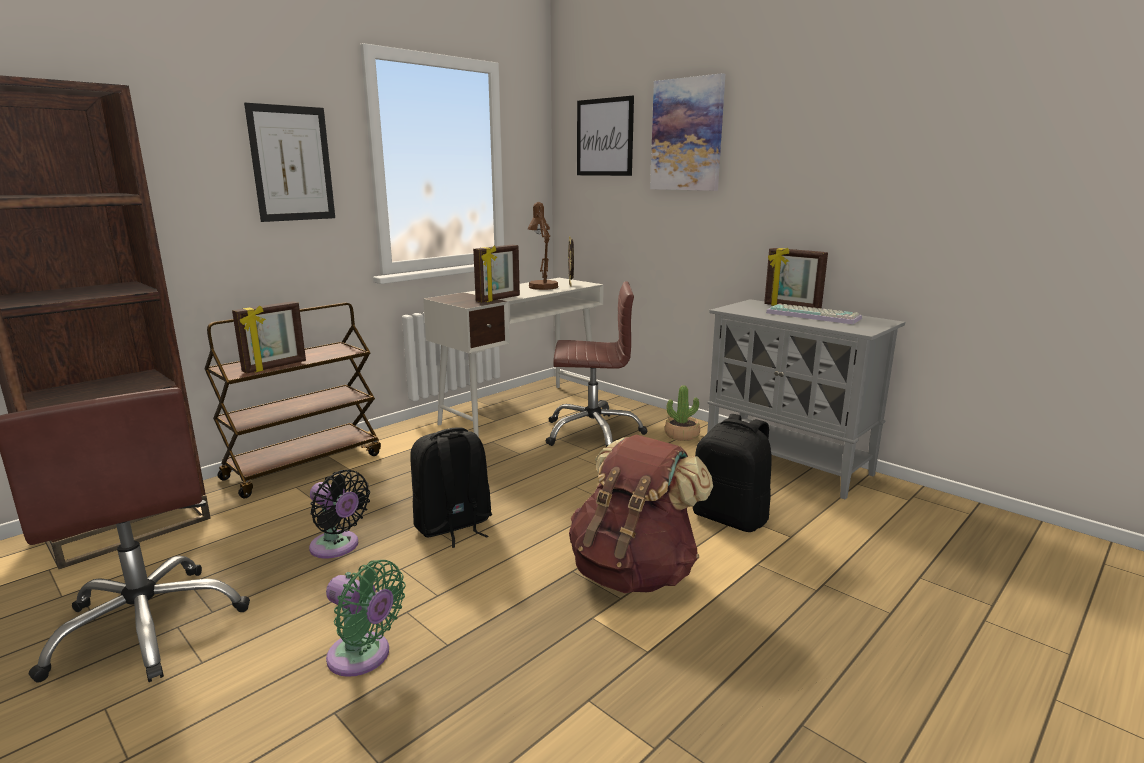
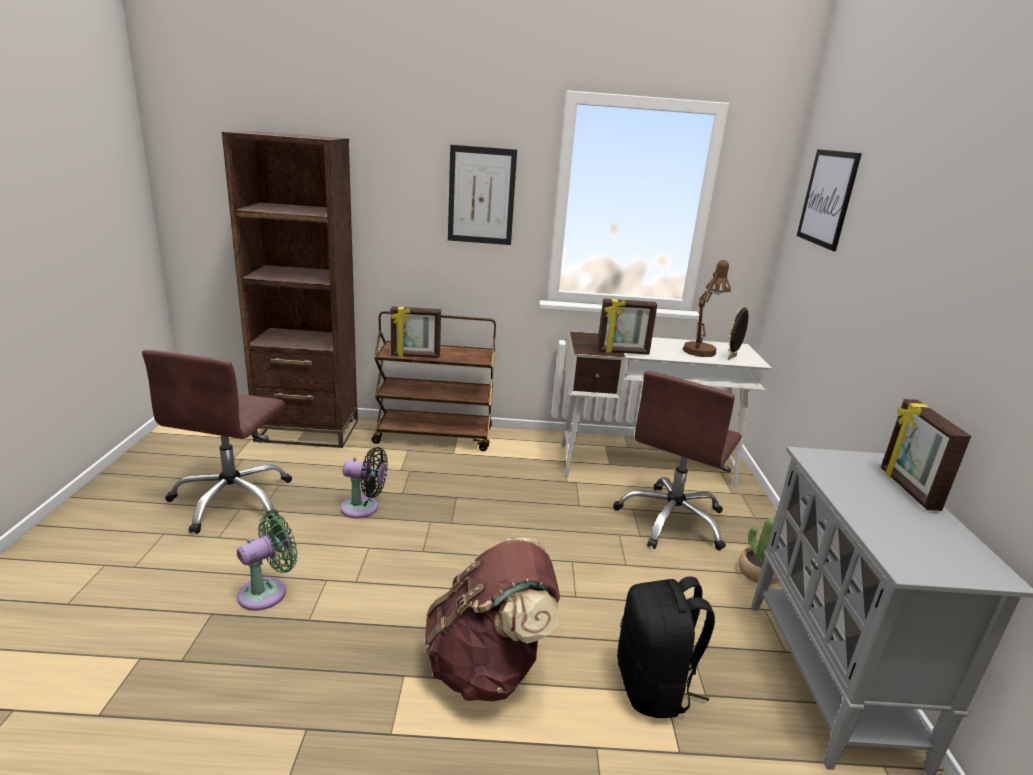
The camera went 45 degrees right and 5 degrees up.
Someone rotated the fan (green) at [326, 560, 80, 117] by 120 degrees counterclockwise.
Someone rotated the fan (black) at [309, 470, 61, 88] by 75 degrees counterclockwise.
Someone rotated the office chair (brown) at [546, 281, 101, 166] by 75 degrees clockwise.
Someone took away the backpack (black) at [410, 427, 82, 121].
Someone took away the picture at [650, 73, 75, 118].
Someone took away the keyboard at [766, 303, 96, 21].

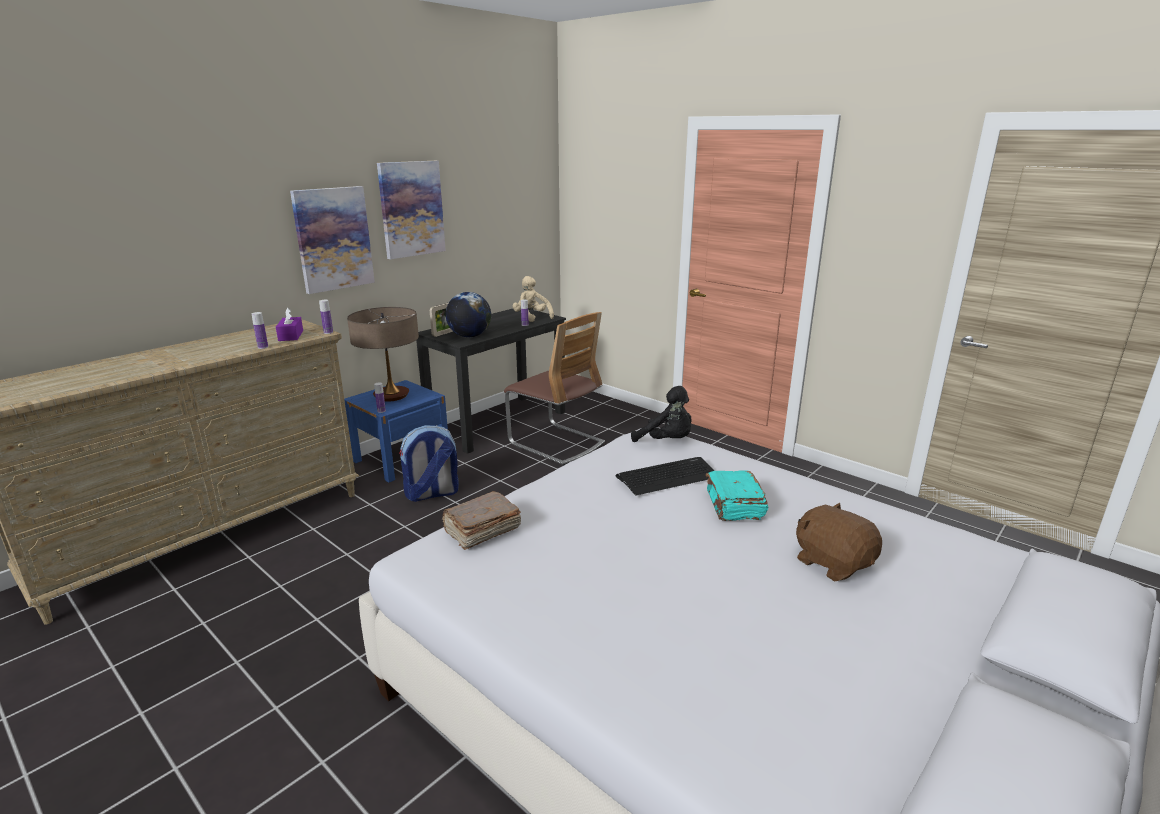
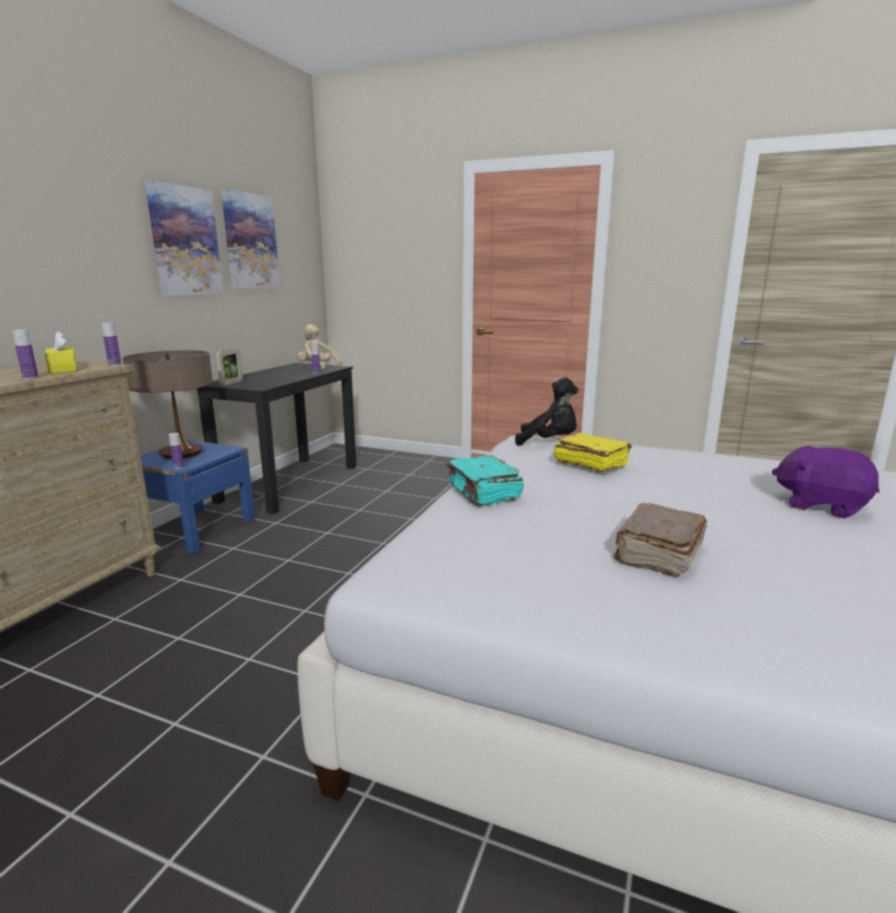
The camera went 20 degrees left and 5 degrees down.
Someone repainted the tissue box (purple) at [276, 307, 27, 34], which became the tissue box (yellow) at [45, 331, 32, 42].
Someone carried the picture from [290, 186, 85, 108] to [221, 189, 59, 100].
Someone carried the book (turquoise) from [706, 470, 62, 51] to [446, 455, 78, 52].
Someone swapped the keyboard at [615, 457, 100, 39] for the book (yellow) at [554, 433, 78, 39].
Someone carried the book (brown) from [442, 491, 79, 59] to [614, 503, 93, 75].
Someone repainted the plush toy (brown) at [796, 503, 86, 79], which became the plush toy (purple) at [772, 445, 108, 73].
Someone took away the backpack at [399, 425, 60, 77].
Someone took away the globe at [446, 292, 45, 45].
Someone took away the chair at [504, 312, 101, 154].

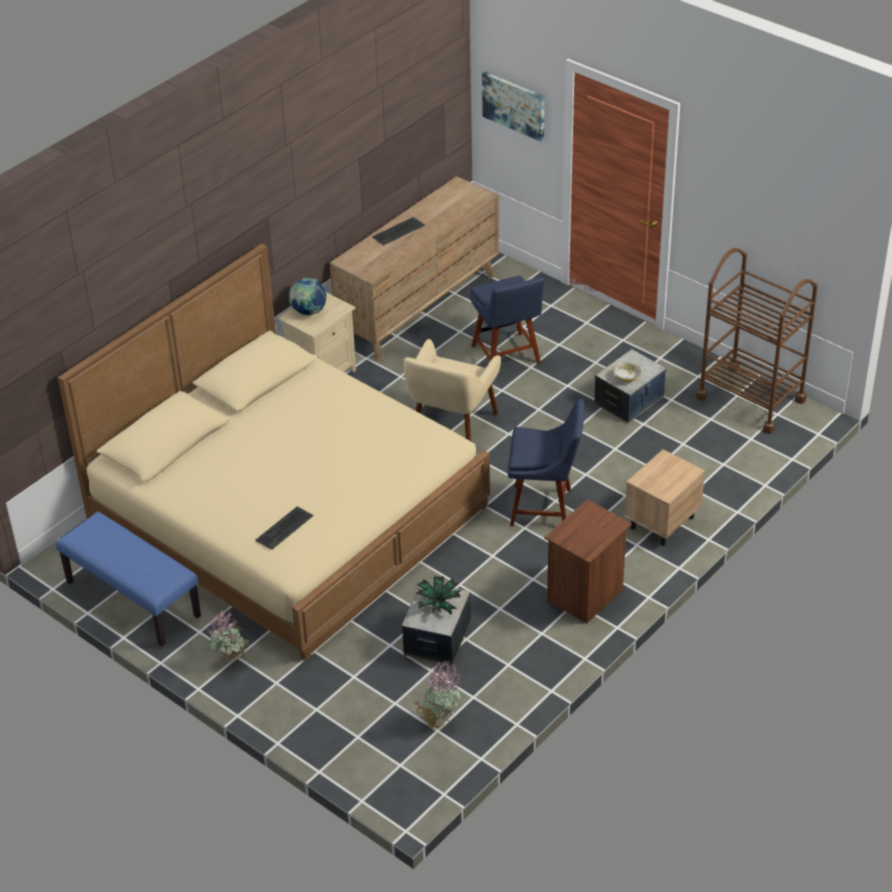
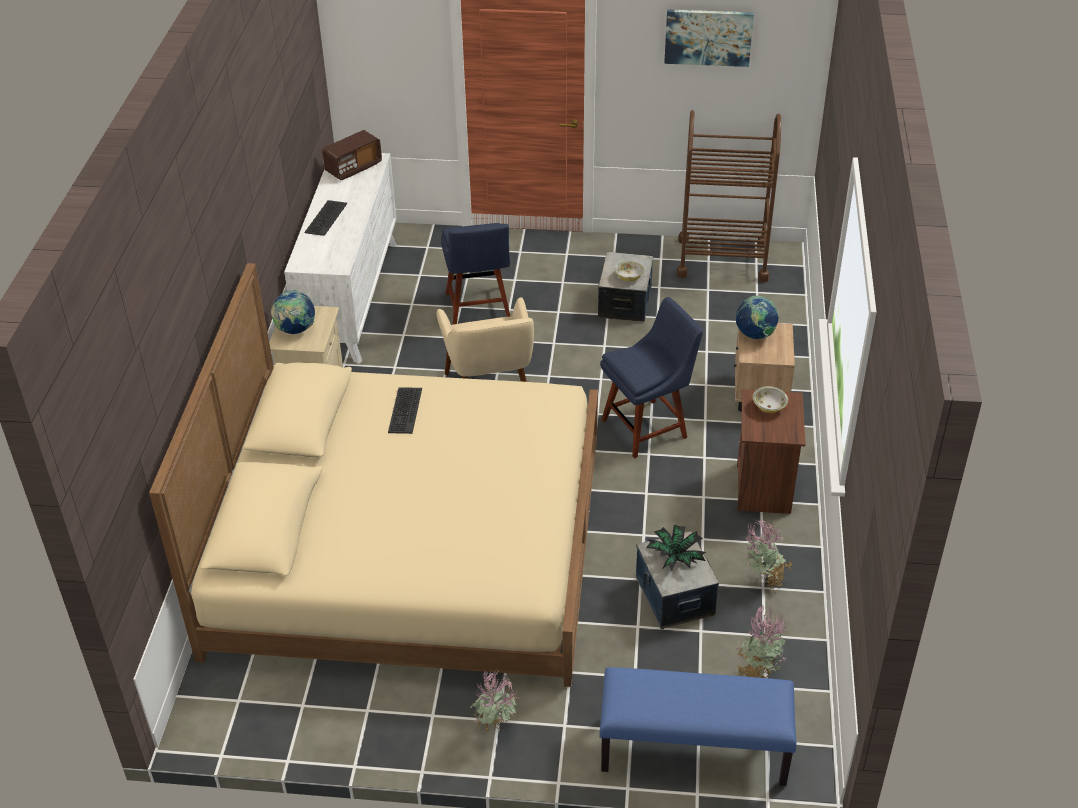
The camera went 35 degrees left and 0 degrees up.
Someone repainted the dresser (brown) at [330, 176, 169, 186], which became the dresser (white) at [284, 153, 113, 211].
Someone put down the radio at [322, 130, 60, 50].
Someone carried the keyboard from [255, 506, 59, 44] to [388, 387, 34, 47].
Someone rotated the chair (blue) at [470, 276, 75, 88] by 45 degrees clockwise.
Someone carried the bench (blue) from [56, 512, 145, 134] to [599, 667, 198, 119].
Someone carried the picture from [482, 72, 62, 70] to [664, 9, 90, 58].
Someone put down the globe at [736, 296, 43, 44].
Someone put down the potted plant at [744, 519, 49, 73].
Someone put down the bowl at [753, 386, 35, 27].

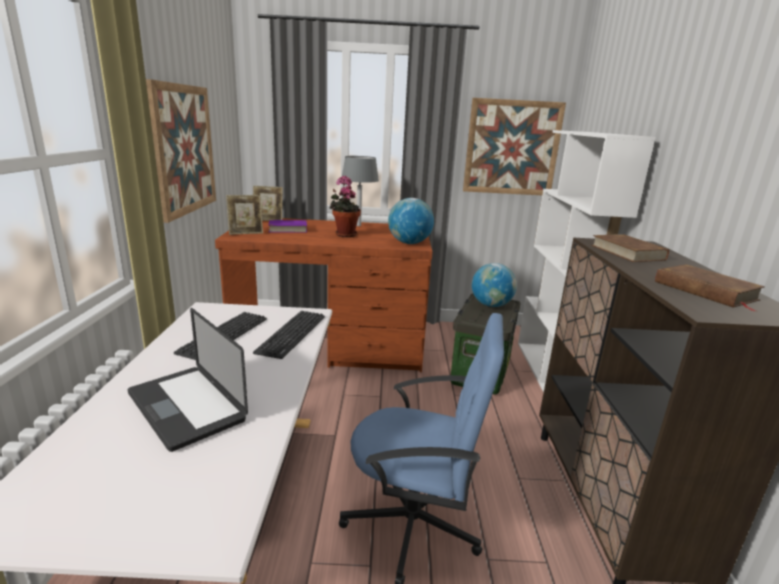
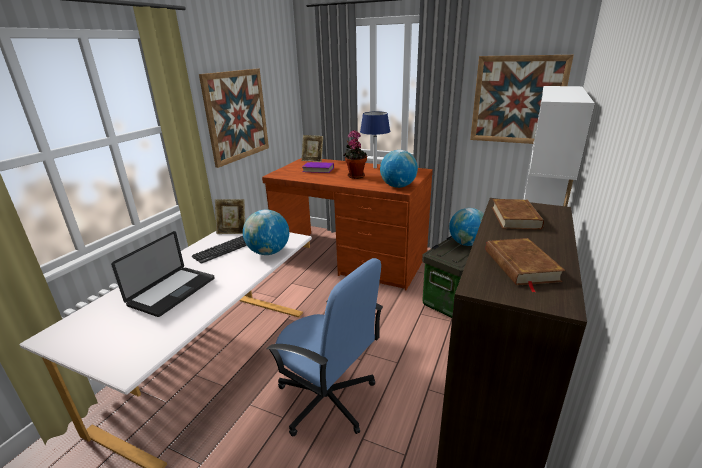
The camera went 25 degrees right and 5 degrees up.
Someone rotated the laptop at [127, 308, 121, 144] by 135 degrees counterclockwise.
Someone carried the picture frame from [226, 195, 37, 40] to [215, 199, 30, 35].
Someone swapped the keyboard at [253, 311, 72, 48] for the globe at [243, 210, 46, 45].
Someone repainted the table lamp (grey) at [342, 156, 37, 70], which became the table lamp (blue) at [360, 111, 30, 57].

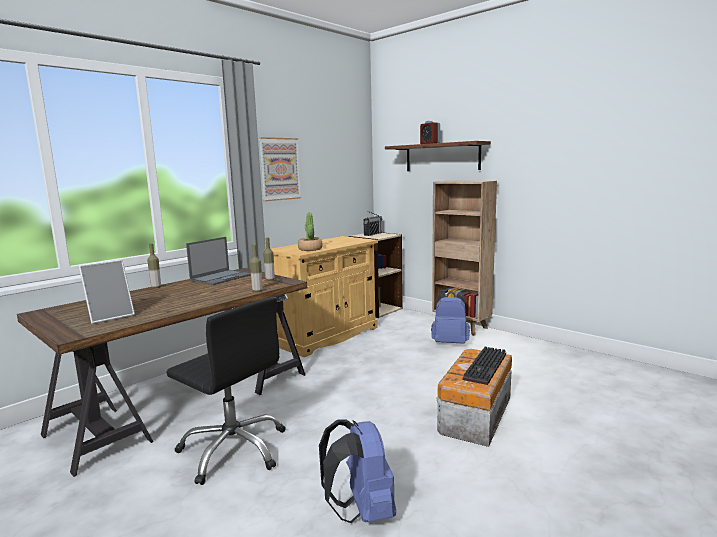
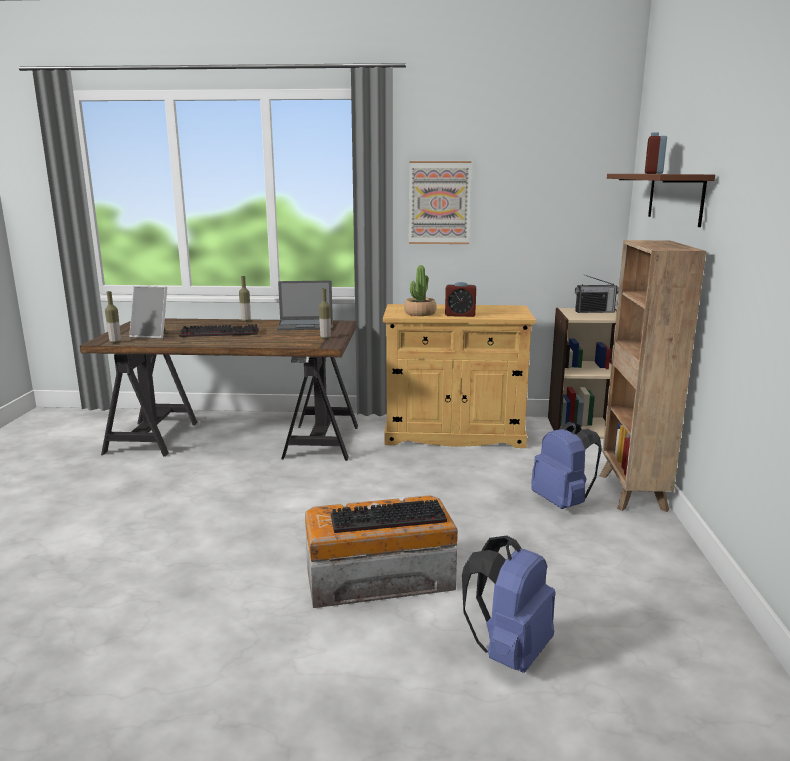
The camera went 50 degrees right and 5 degrees up.
Someone carried the bottle from [250, 245, 12, 47] to [105, 291, 16, 52].
Someone put down the keyboard at [179, 324, 80, 13].
Someone put down the alarm clock at [445, 282, 31, 35].
Someone carried the backpack (blue) from [319, 419, 77, 104] to [462, 536, 93, 137].
Someone took away the office chair (black) at [166, 297, 119, 188].

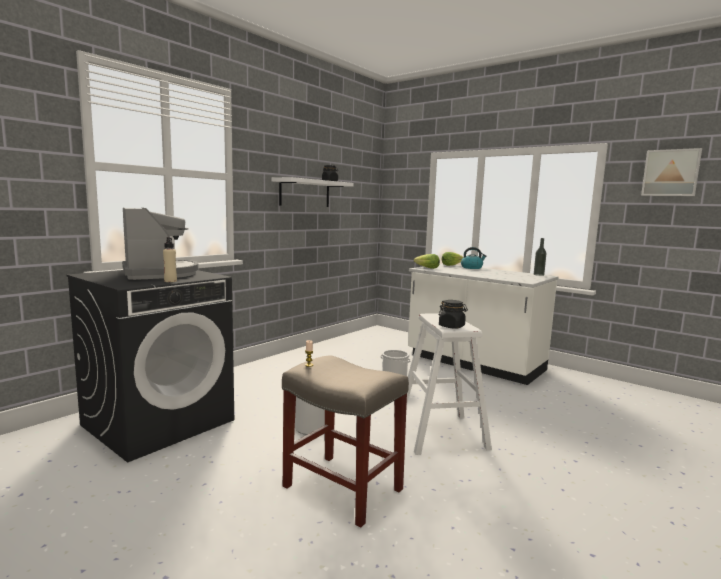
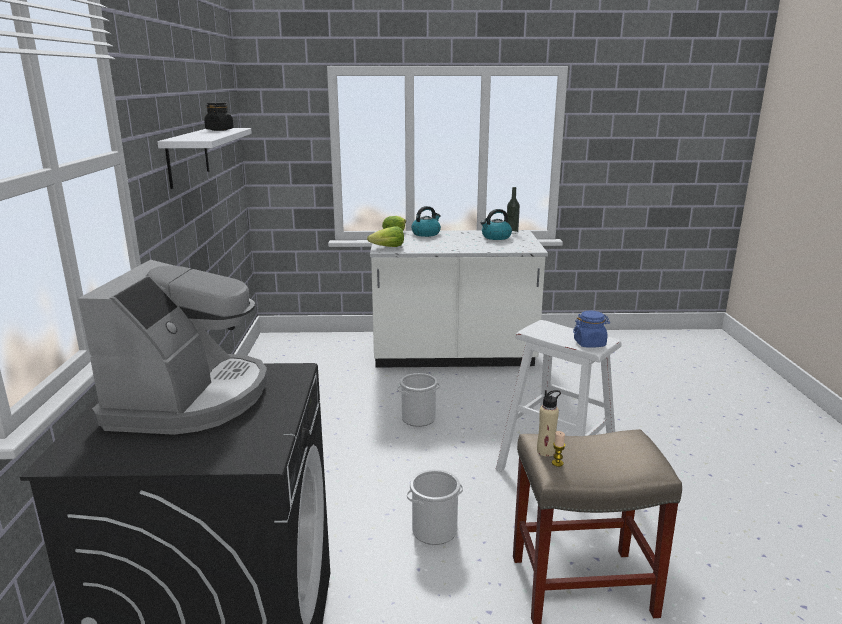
The camera went 40 degrees left and 10 degrees up.
Someone rotated the coffee machine at [122, 208, 77, 72] by 75 degrees clockwise.
Someone put down the kettle at [481, 209, 31, 31].
Someone carried the bottle (beige) from [163, 237, 14, 45] to [537, 390, 24, 67].
Someone repainted the jar (black) at [438, 300, 30, 28], which became the jar (blue) at [573, 311, 37, 37].
Someone took away the picture at [641, 148, 61, 48].

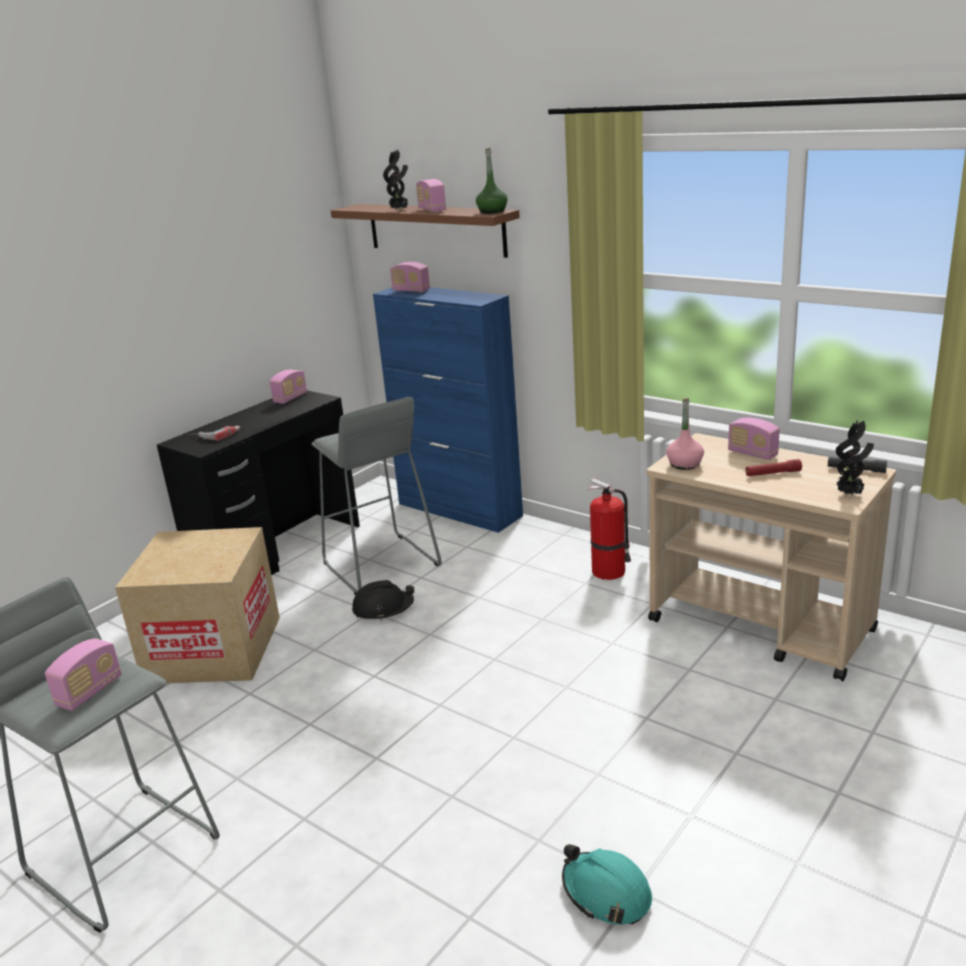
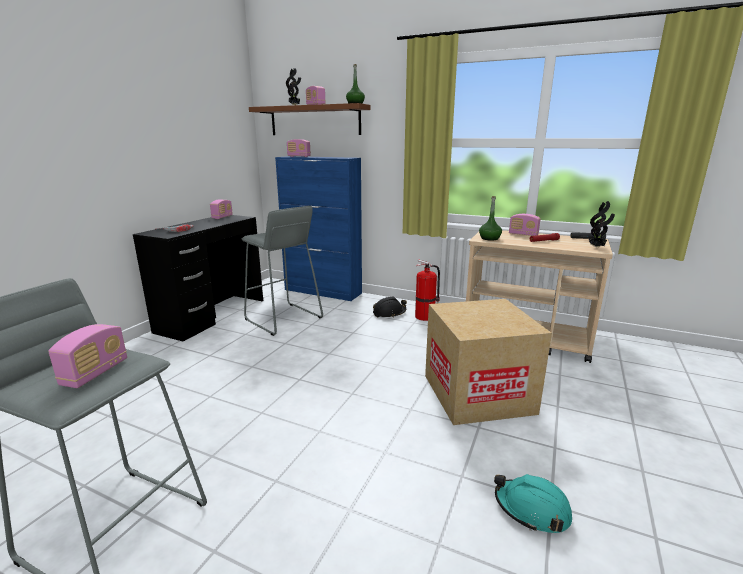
The camera went 15 degrees left and 5 degrees down.
Someone carried the hard hat (black) from [352, 580, 62, 41] to [373, 297, 34, 21].
Someone carried the cardboard box from [115, 527, 165, 156] to [425, 299, 127, 126].
Someone repainted the bottle (pink) at [666, 398, 38, 72], which became the bottle (green) at [479, 196, 23, 45].

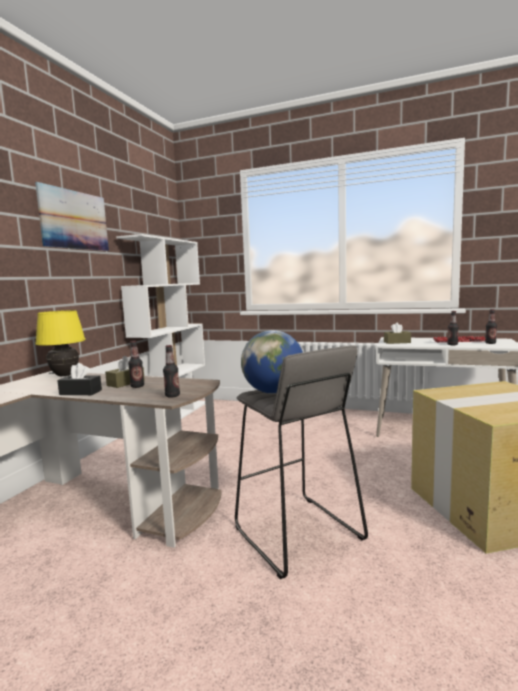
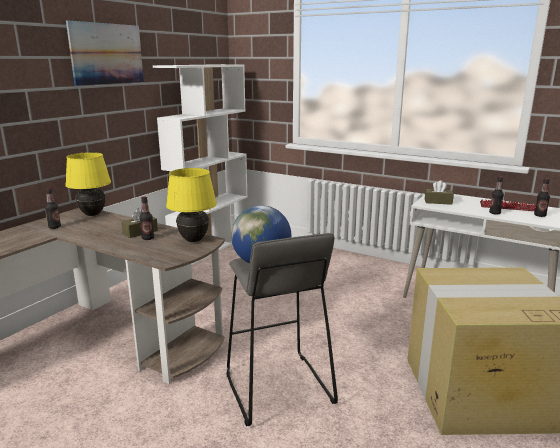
The camera went 10 degrees right and 10 degrees up.
Someone carried the bottle from [163, 345, 17, 53] to [45, 188, 16, 41].
Someone put down the table lamp (yellow) at [166, 168, 51, 74].
Someone took away the tissue box (black) at [57, 363, 45, 32].

